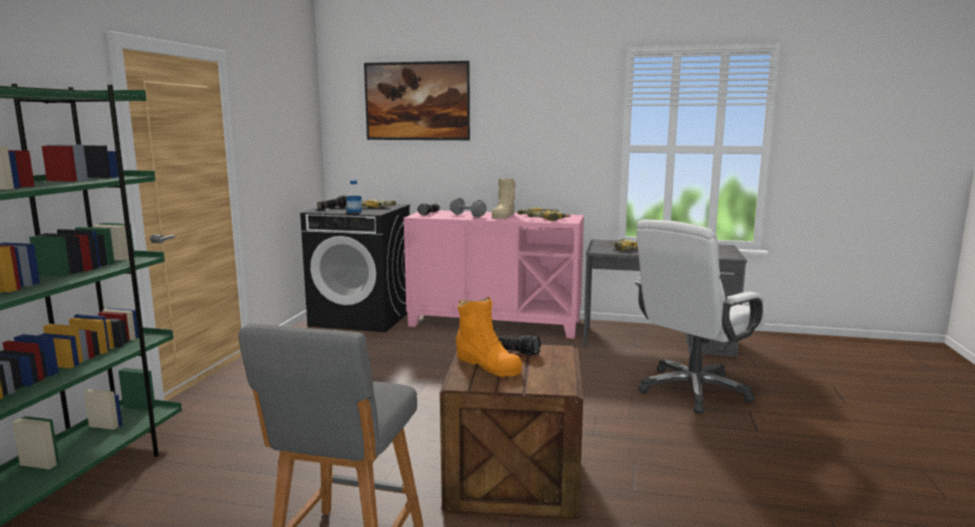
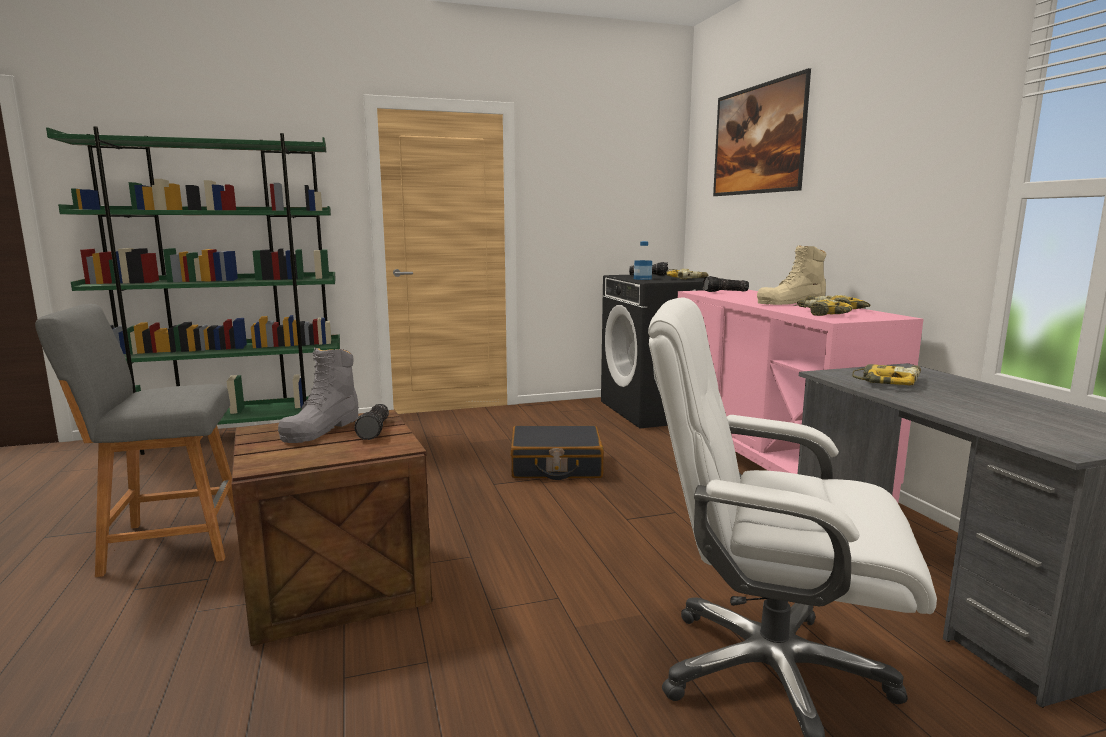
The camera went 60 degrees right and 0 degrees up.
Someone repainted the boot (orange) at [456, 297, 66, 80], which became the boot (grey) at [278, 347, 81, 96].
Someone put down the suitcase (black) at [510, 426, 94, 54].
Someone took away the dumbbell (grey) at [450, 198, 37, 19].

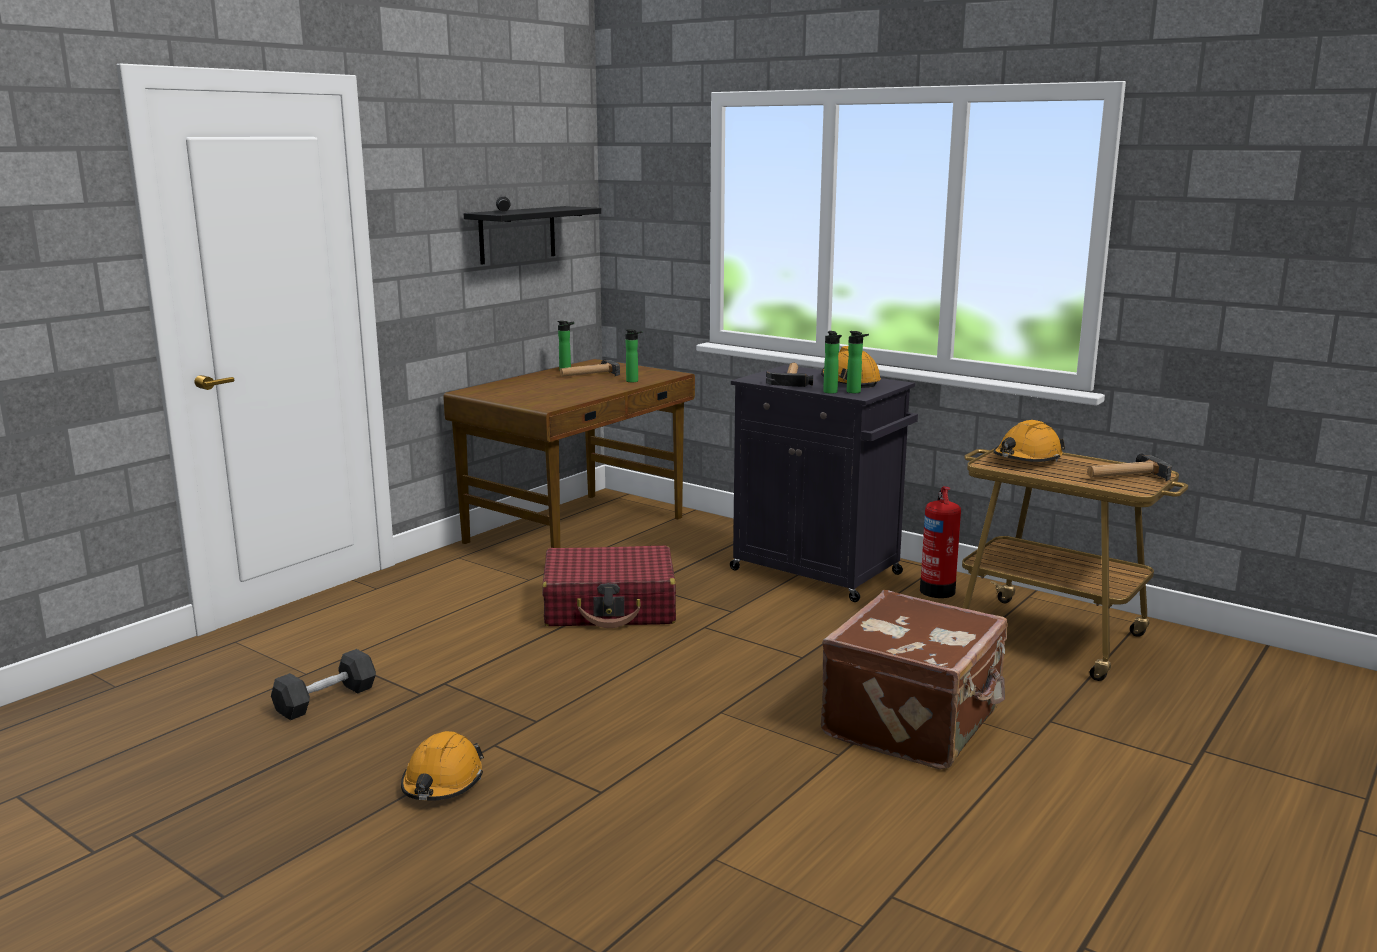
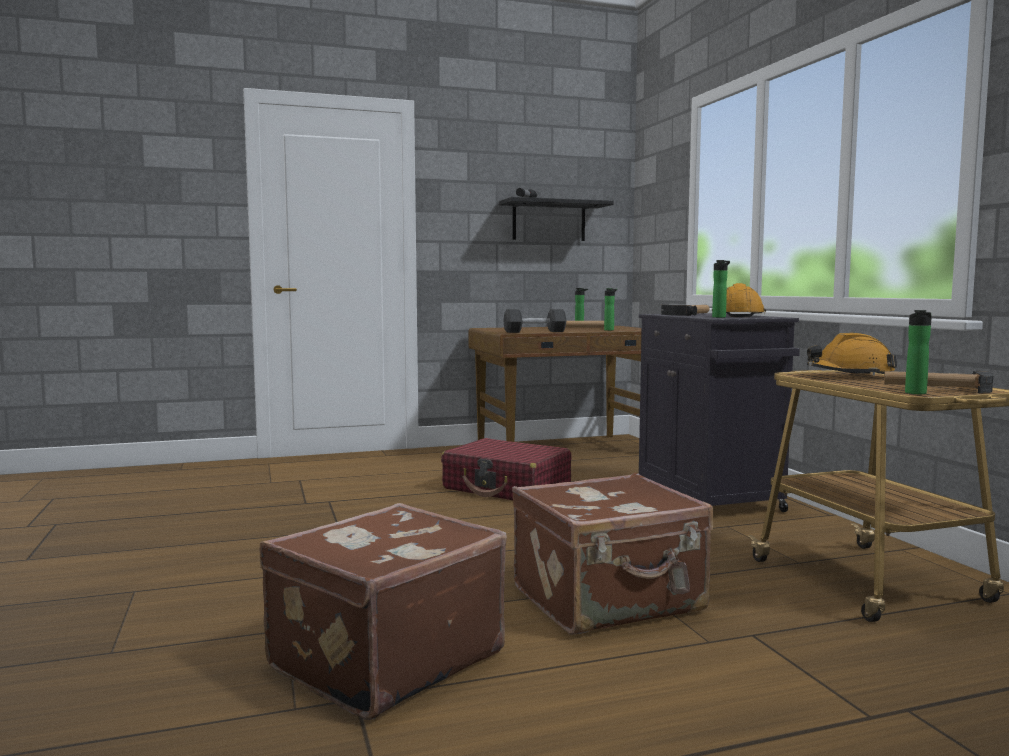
The camera went 35 degrees right and 10 degrees down.
Someone put down the suitcase (brown) at [259, 503, 248, 217].
Someone carried the dumbbell (black) from [271, 649, 105, 71] to [503, 309, 63, 24].
Someone carried the bottle from [823, 331, 19, 63] to [905, 310, 27, 84].
Someone took away the hard hat (orange) at [401, 731, 83, 70].
Someone took away the fire extinguisher at [920, 486, 41, 112].

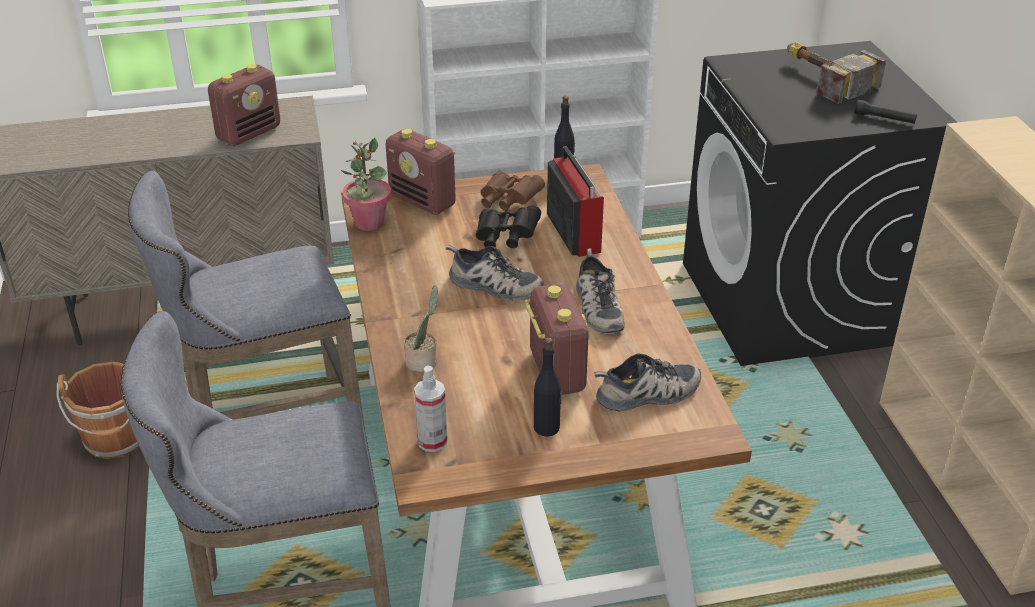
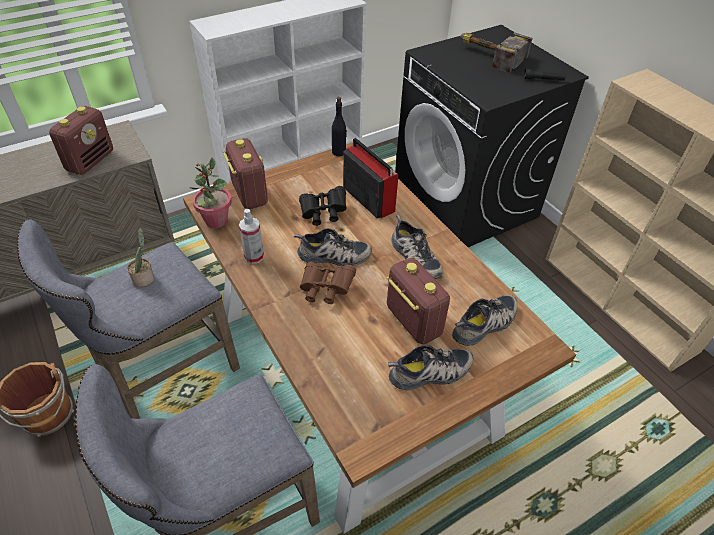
The camera went 20 degrees left and 10 degrees up.
Someone carried the potted plant from [404, 285, 34, 87] to [127, 228, 27, 59].
Someone rotated the radio at [386, 129, 70, 86] by 135 degrees counterclockwise.
Someone carried the spray bottle from [414, 365, 33, 87] to [239, 209, 25, 55].
Someone carried the binoculars (brown) from [480, 171, 65, 40] to [300, 262, 56, 42].
Someone swapped the bottle (black) at [534, 337, 28, 99] for the shoe at [388, 345, 86, 45].

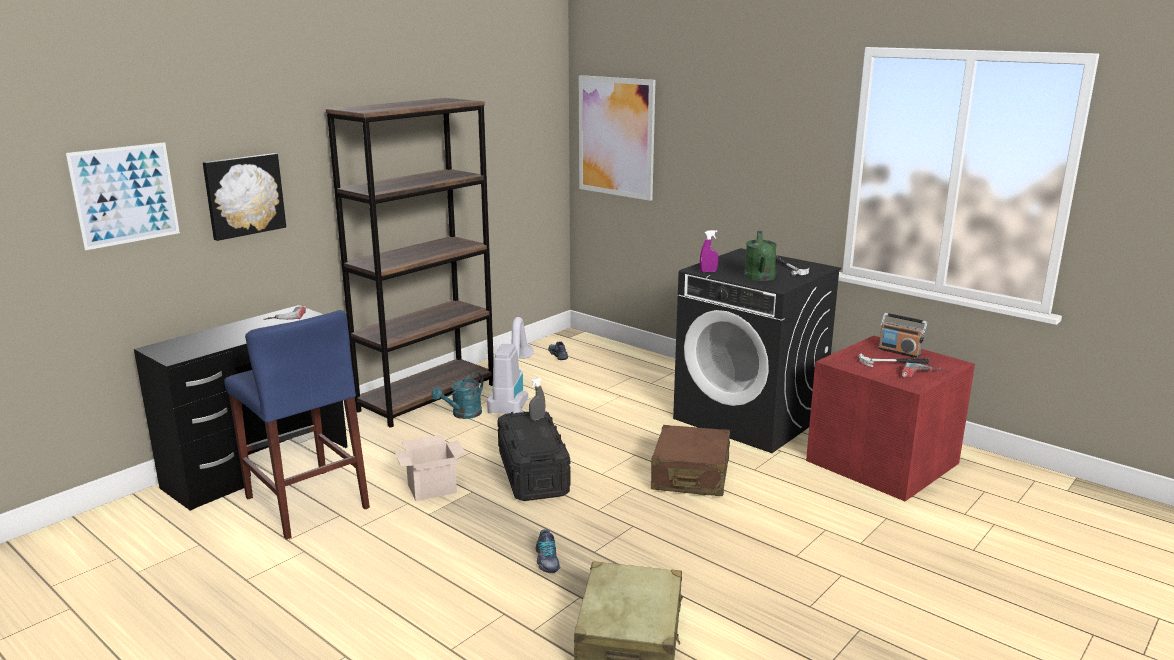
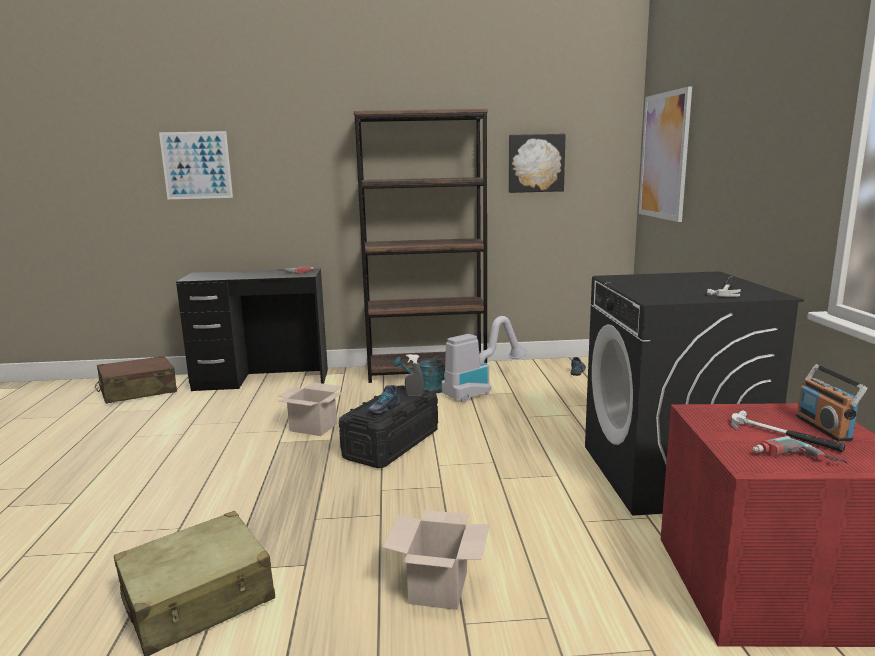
The camera went 45 degrees right and 5 degrees down.
Someone carried the suitcase (brown) from [651, 425, 79, 71] to [95, 356, 82, 48].
Someone carried the shoe from [536, 529, 24, 44] to [368, 385, 32, 31].
Someone put down the cardboard box at [383, 510, 106, 100].
Someone carried the picture from [203, 153, 83, 88] to [509, 134, 57, 59].
Someone took away the stool (blue) at [224, 310, 146, 230].
Someone took away the spray bottle (purple) at [700, 230, 19, 42].
Someone took away the watering can (green) at [744, 231, 33, 50].

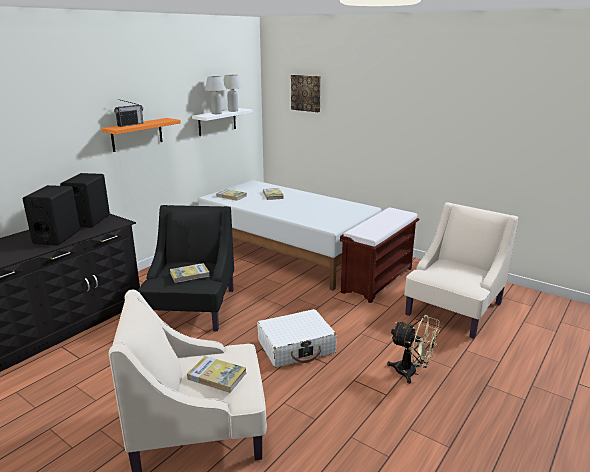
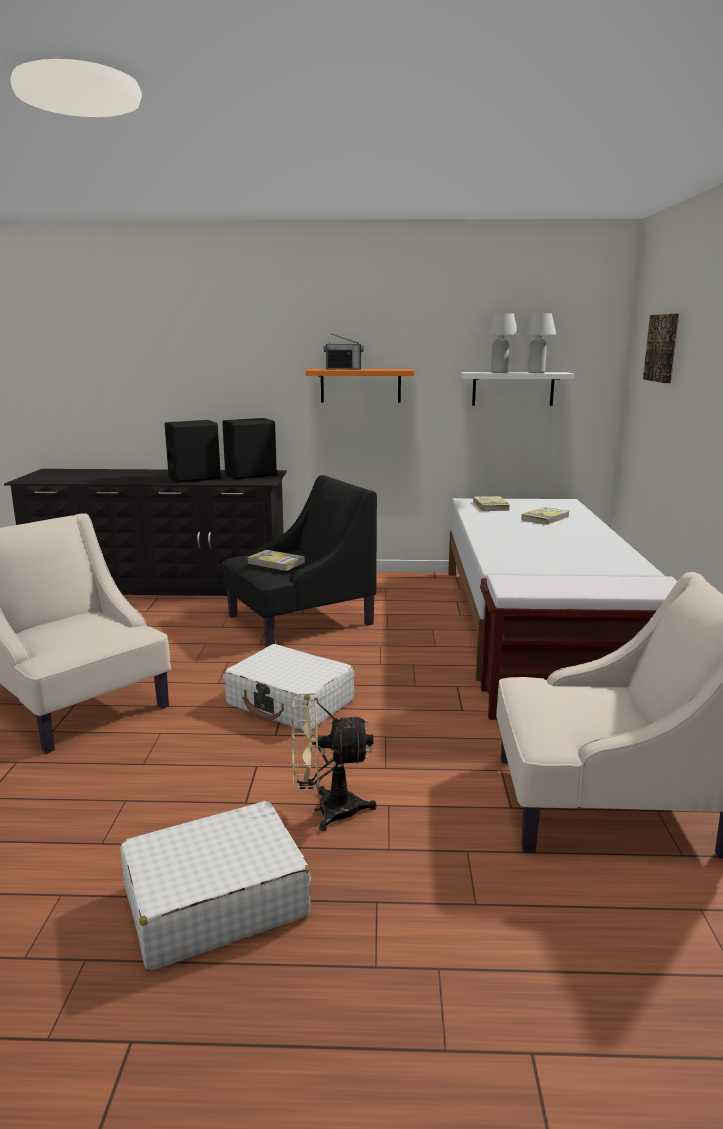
The camera went 55 degrees right and 5 degrees down.
Someone put down the suitcase (white) at [120, 801, 191, 170].
Someone rotated the fan (beige) at [387, 315, 53, 69] by 90 degrees clockwise.
Someone took away the book at [187, 356, 59, 37].

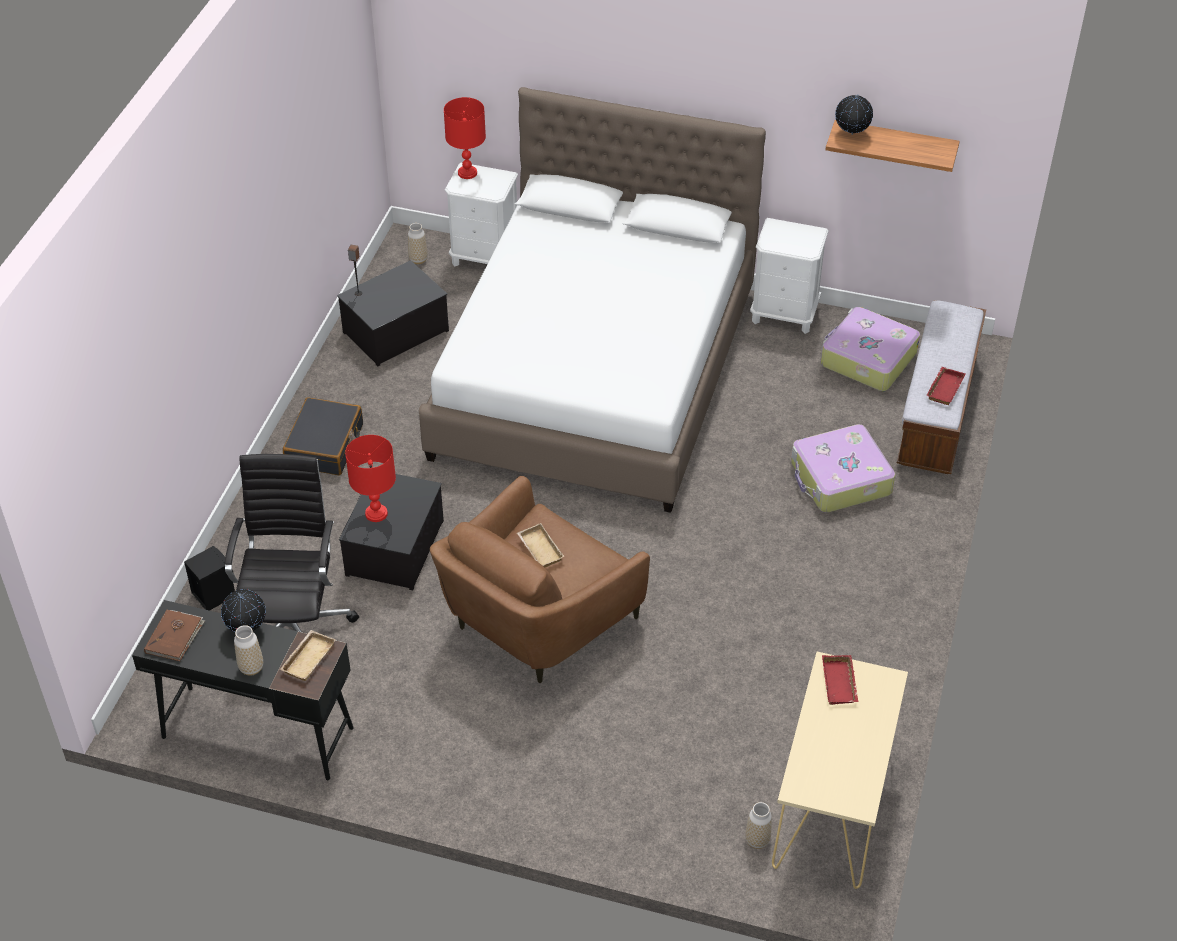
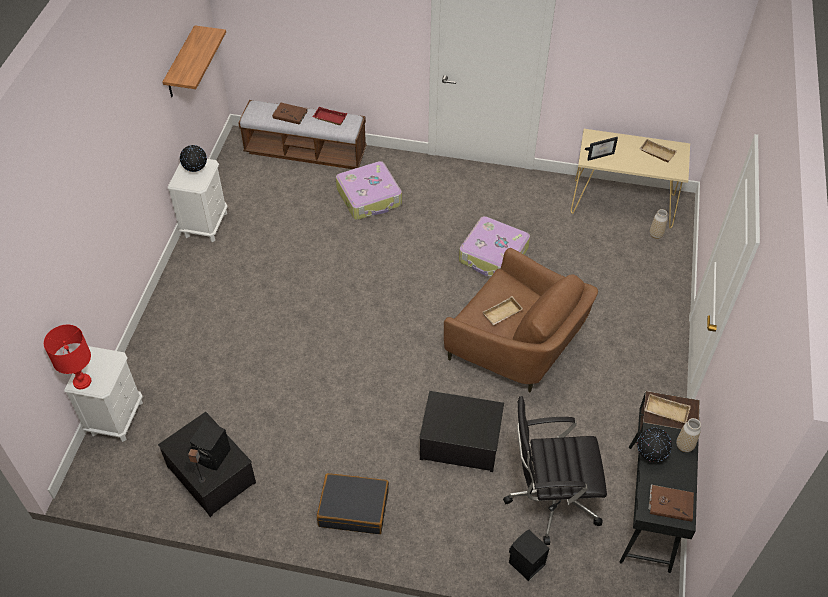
The camera went 95 degrees left and 5 degrees up.
Someone carried the globe from [835, 94, 38, 41] to [180, 145, 27, 27].
Someone put down the speaker (black) at [190, 420, 41, 50].
Someone put down the book (brown) at [272, 102, 36, 23].
Someone carried the suitcase from [821, 307, 99, 84] to [459, 216, 71, 60].
Someone swapped the tray (red) at [822, 655, 37, 50] for the picture frame at [584, 137, 34, 24].
Someone put down the tray (beige) at [639, 139, 38, 23].
Someone took away the table lamp (red) at [345, 435, 51, 87].
Someone took away the vase at [408, 223, 20, 41].
Someone took away the bed (white) at [419, 87, 347, 426].

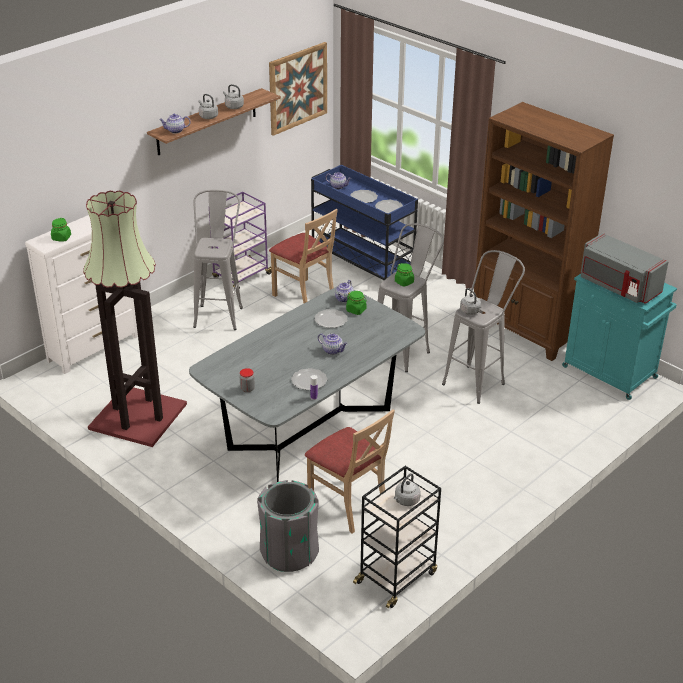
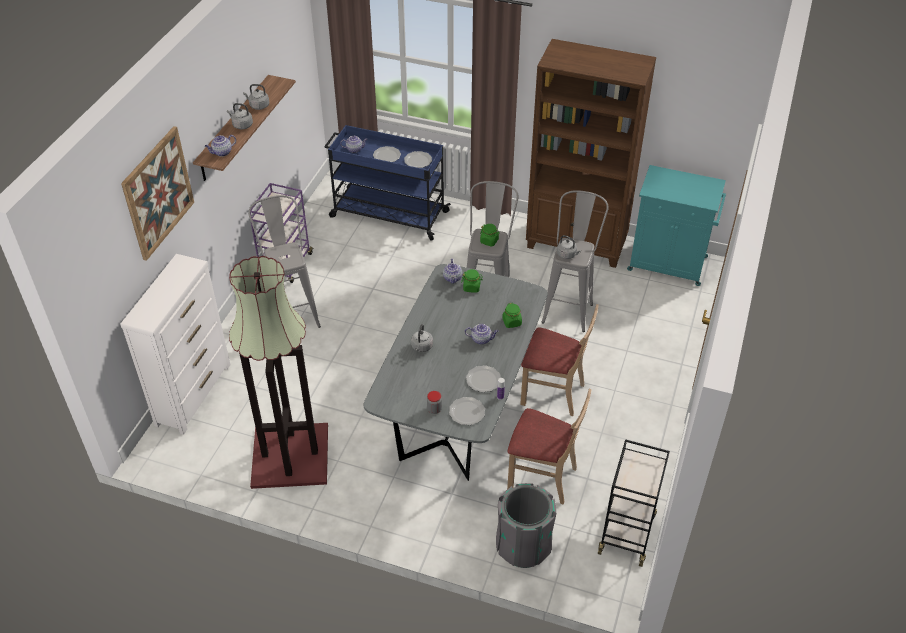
The camera went 25 degrees left and 10 degrees up.
Someone carried the picture from [269, 42, 58, 94] to [121, 126, 73, 135].
Someone carried the kettle (grey) from [394, 473, 27, 33] to [411, 324, 22, 28].
Someone carried the plate from [315, 309, 32, 19] to [449, 397, 36, 28].
Someone carried the jar (green) from [51, 218, 20, 24] to [502, 303, 20, 25].
Someone carried the chair (beige) from [269, 209, 69, 95] to [520, 304, 79, 112].
Someone took away the microwave (grey) at [580, 233, 89, 71].

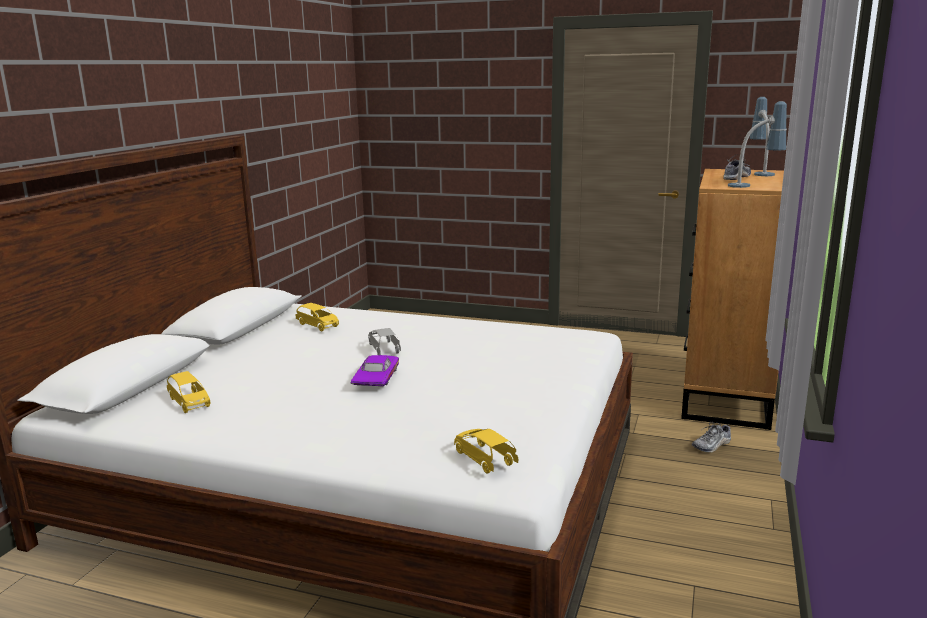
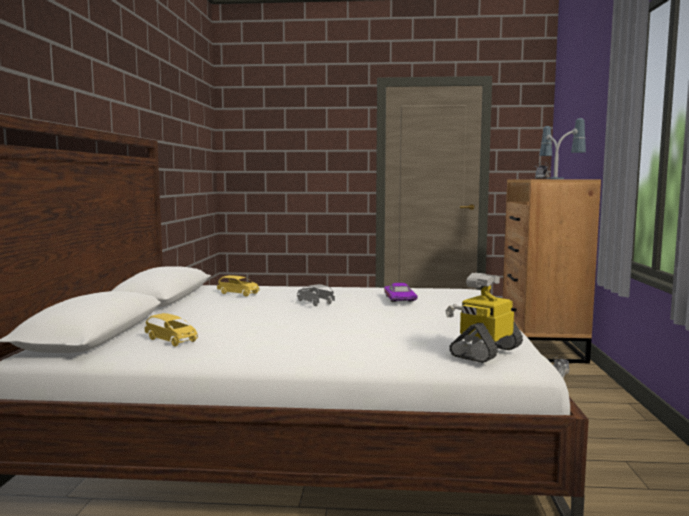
The camera went 15 degrees left and 10 degrees down.
Someone carried the toy car (purple) from [351, 355, 48, 31] to [384, 283, 34, 19].
Someone swapped the toy car (yellow) at [454, 429, 64, 45] for the toy robot at [445, 273, 78, 90].

